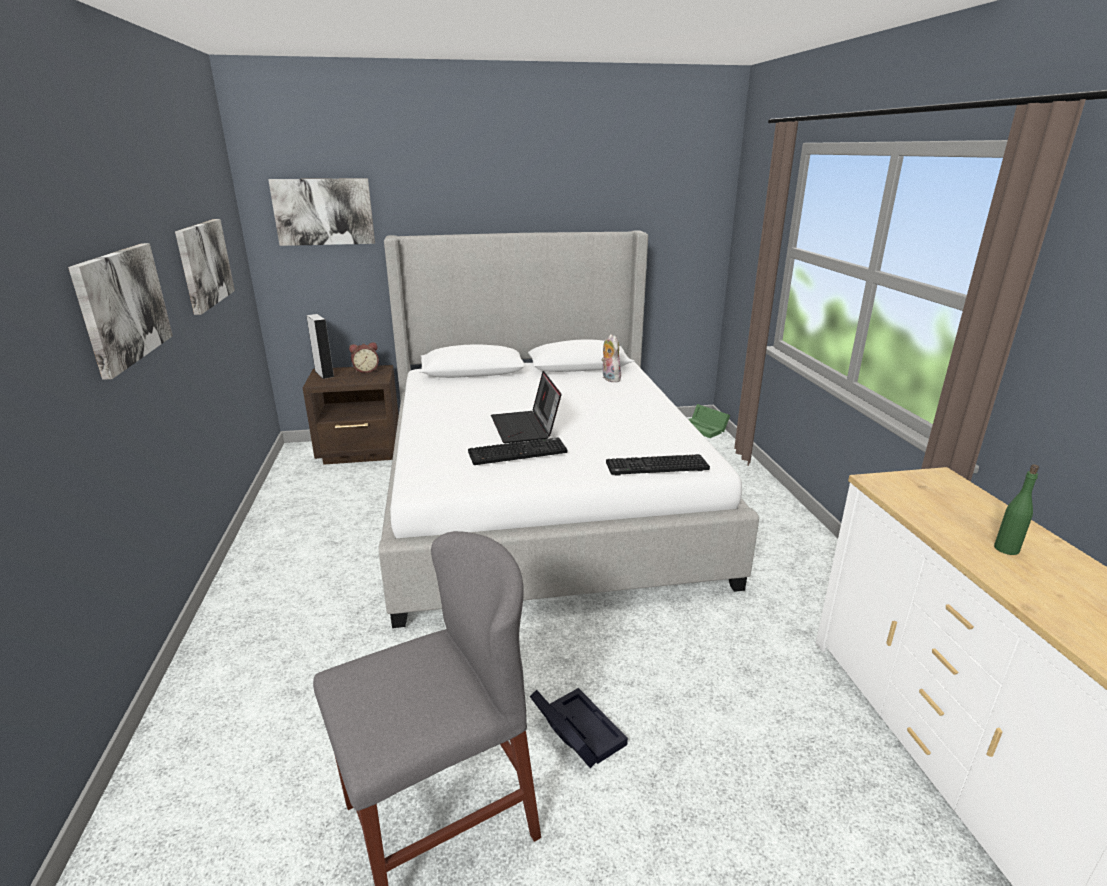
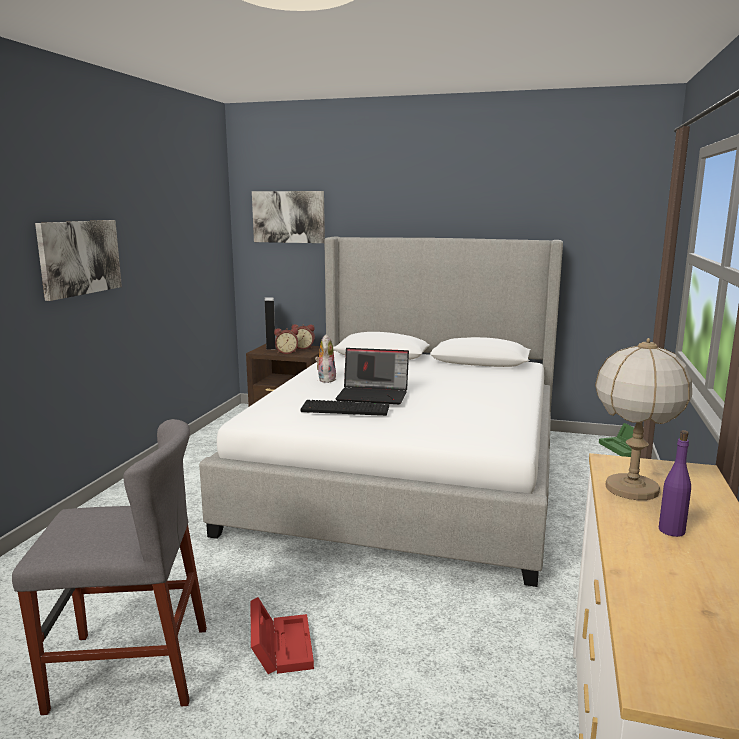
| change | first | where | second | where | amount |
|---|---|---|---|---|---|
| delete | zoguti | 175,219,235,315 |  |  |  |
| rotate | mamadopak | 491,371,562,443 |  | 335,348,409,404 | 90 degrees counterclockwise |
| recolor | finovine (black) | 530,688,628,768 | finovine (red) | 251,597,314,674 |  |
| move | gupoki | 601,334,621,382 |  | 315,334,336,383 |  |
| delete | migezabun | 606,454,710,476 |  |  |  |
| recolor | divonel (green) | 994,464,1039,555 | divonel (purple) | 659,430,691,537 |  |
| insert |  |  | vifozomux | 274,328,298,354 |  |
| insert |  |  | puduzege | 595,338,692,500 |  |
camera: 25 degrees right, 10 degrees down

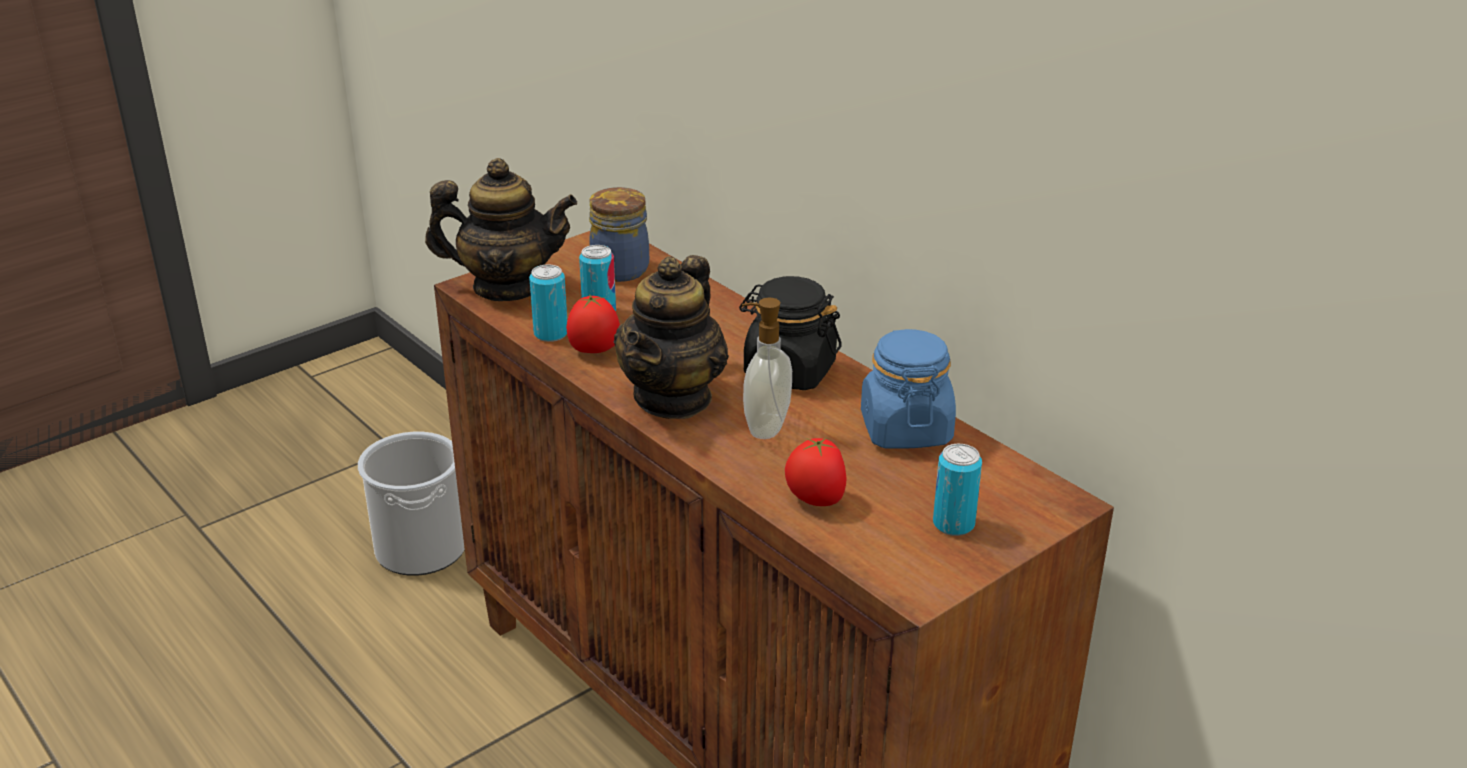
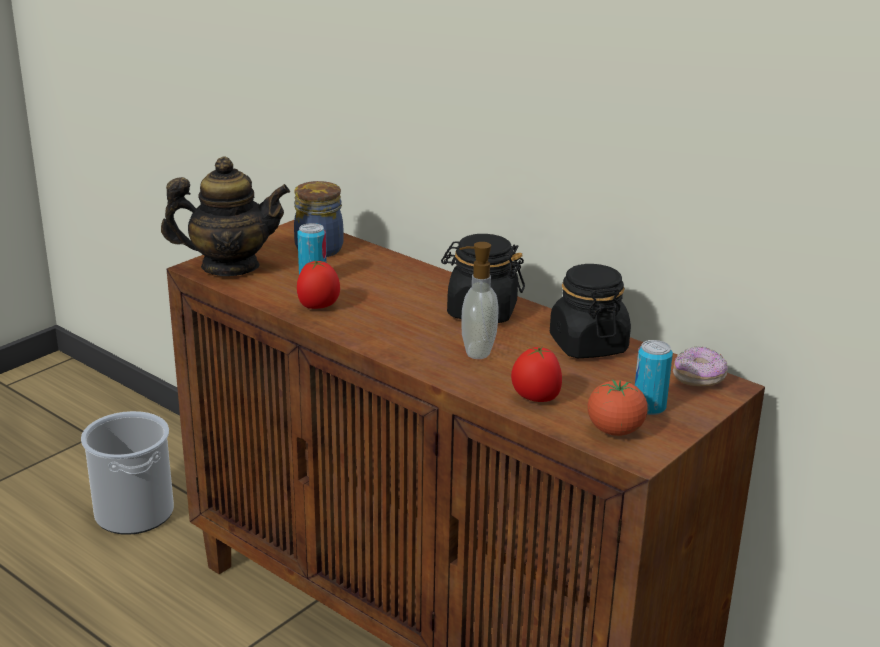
| change | first | where | second | where | amount |
|---|---|---|---|---|---|
| delete | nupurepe | 529,264,567,342 |  |  |  |
| delete | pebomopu | 614,255,729,419 |  |  |  |
| recolor | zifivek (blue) | 861,329,956,448 | zifivek (black) | 550,264,631,358 |  |
| insert |  |  | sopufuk | 588,379,648,436 |  |
| insert |  |  | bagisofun | 673,346,728,386 |  |
camera: 10 degrees left, 5 degrees down

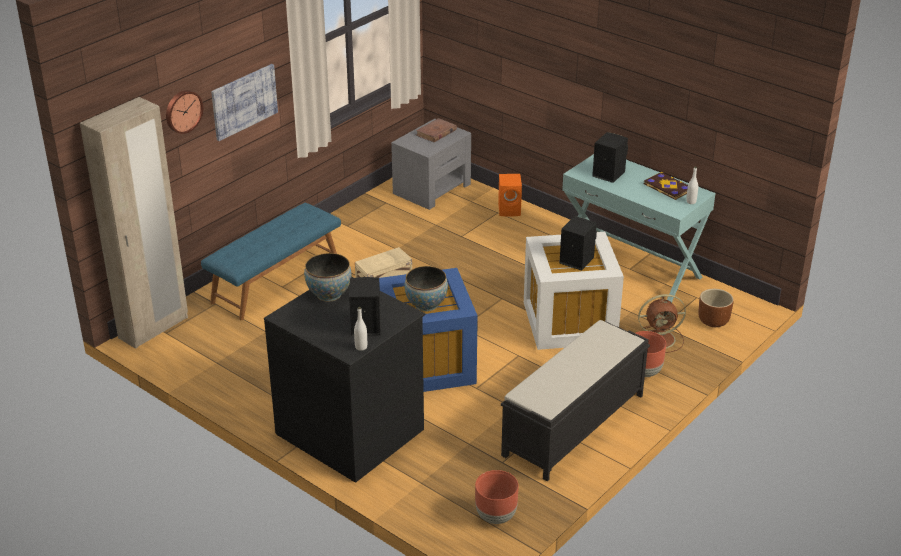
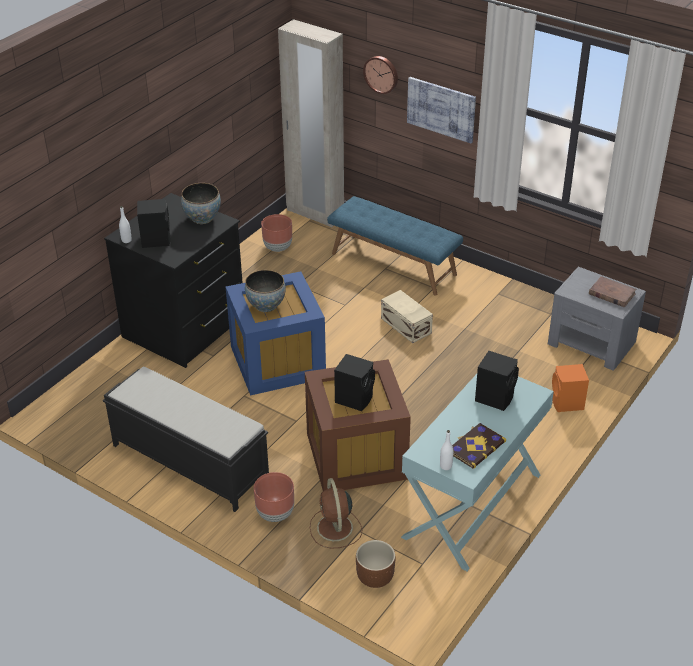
| change | first | where | second | where | amount |
|---|---|---|---|---|---|
| move | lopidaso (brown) | 475,470,519,524 |  | 261,214,292,252 |  |
| recolor | finovine (white) | 524,232,624,350 | finovine (brown) | 305,359,411,491 |  |
camera: 85 degrees right, 5 degrees up

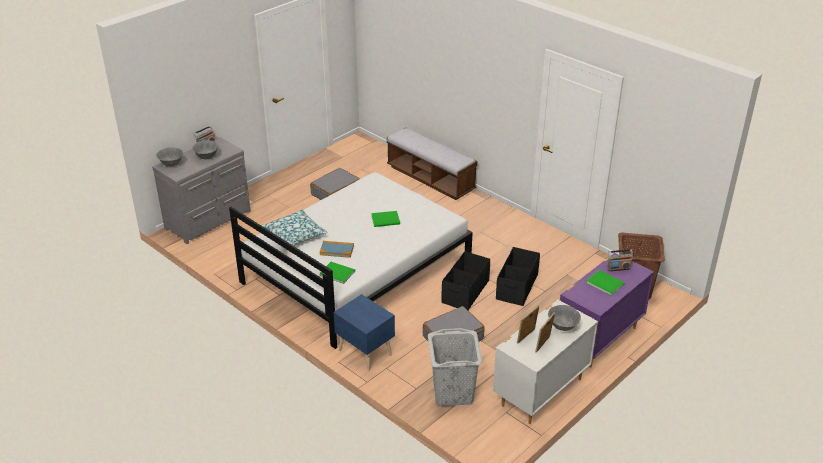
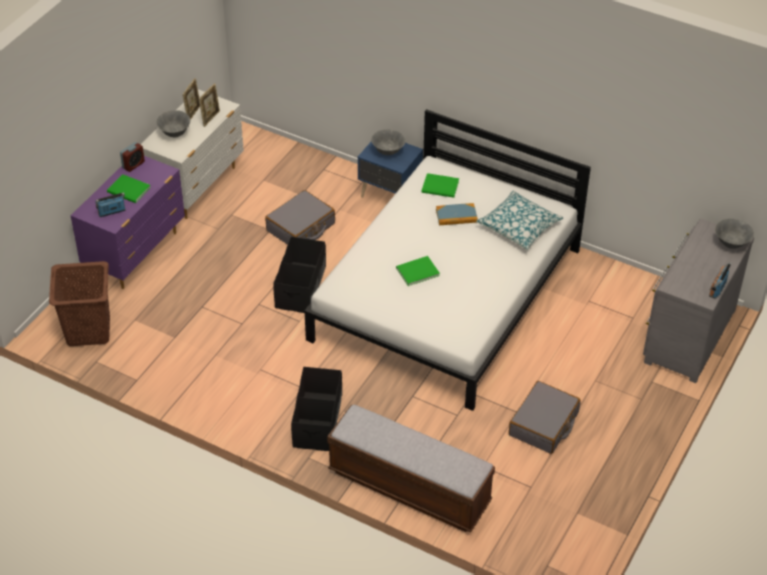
| change | first | where | second | where | amount |
|---|---|---|---|---|---|
| move | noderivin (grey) | 192,140,219,159 |  | 371,129,406,155 |  |
| delete | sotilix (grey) | 428,328,483,406 |  |  |  |
| move | finovine (black) | 496,247,540,306 |  | 291,367,342,451 |  |
| insert |  |  | vifozomux | 120,142,145,172 |  |
camera: 165 degrees right, 10 degrees up

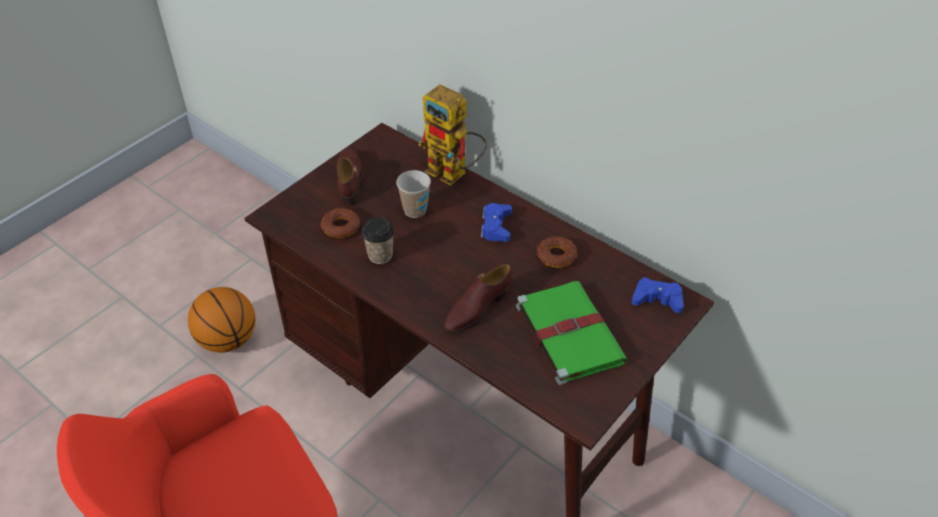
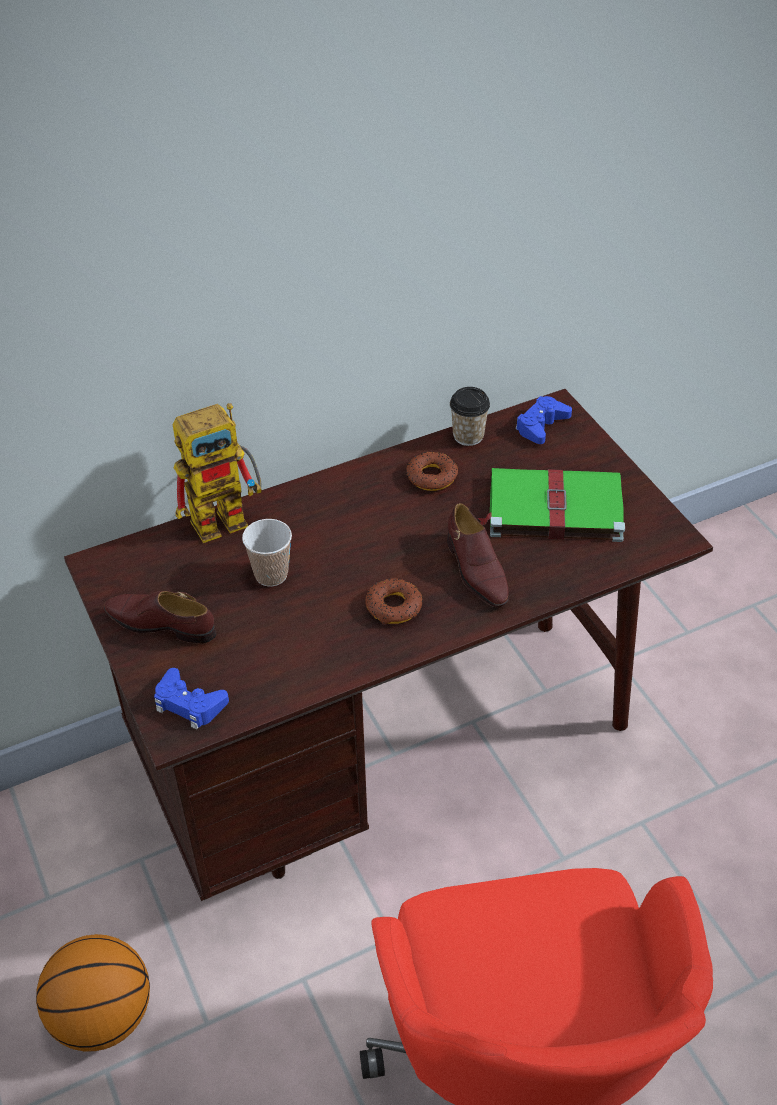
| change | first | where | second | where | amount |
|---|---|---|---|---|---|
| move | bagisofun | 320,208,360,238 |  | 365,578,422,624 |  |
| move | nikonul | 362,217,395,264 |  | 450,387,490,446 |  |
| move | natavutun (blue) | 481,203,512,242 |  | 154,668,229,730 |  |
camera: 65 degrees left, 0 degrees up

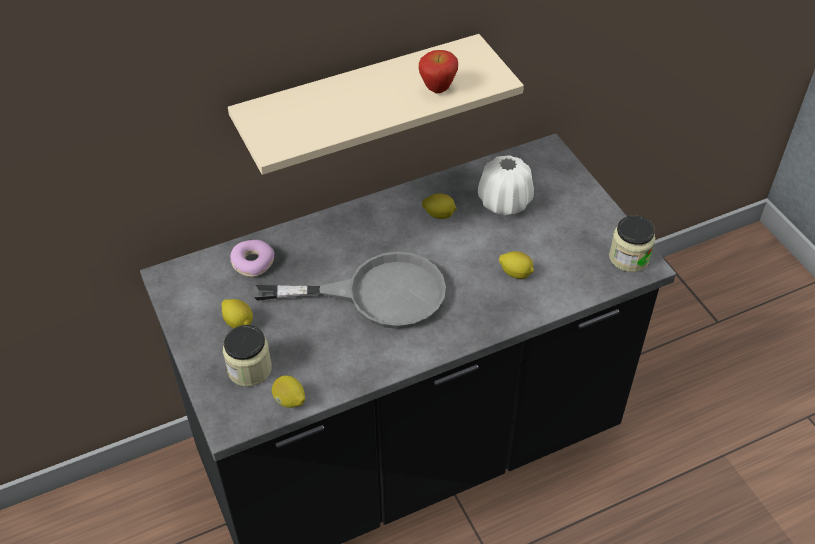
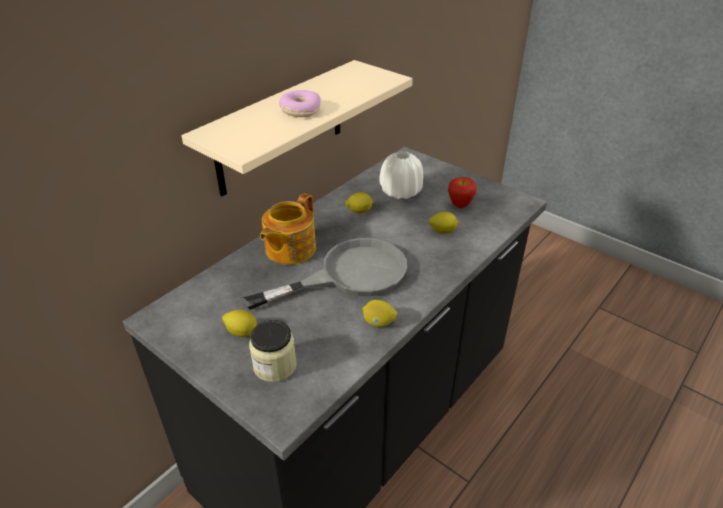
| change | first | where | second | where | amount |
|---|---|---|---|---|---|
| move | bagisofun | 230,240,274,277 |  | 279,90,321,117 |  |
| move | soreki | 272,375,305,408 |  | 362,300,398,327 |  |
| move | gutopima | 419,50,458,93 |  | 448,177,477,208 |  |
| delete | zifivek | 609,216,655,272 |  |  |  |
| insert |  |  | pebomopu | 260,193,316,265 |  |
camera: 25 degrees left, 10 degrees down

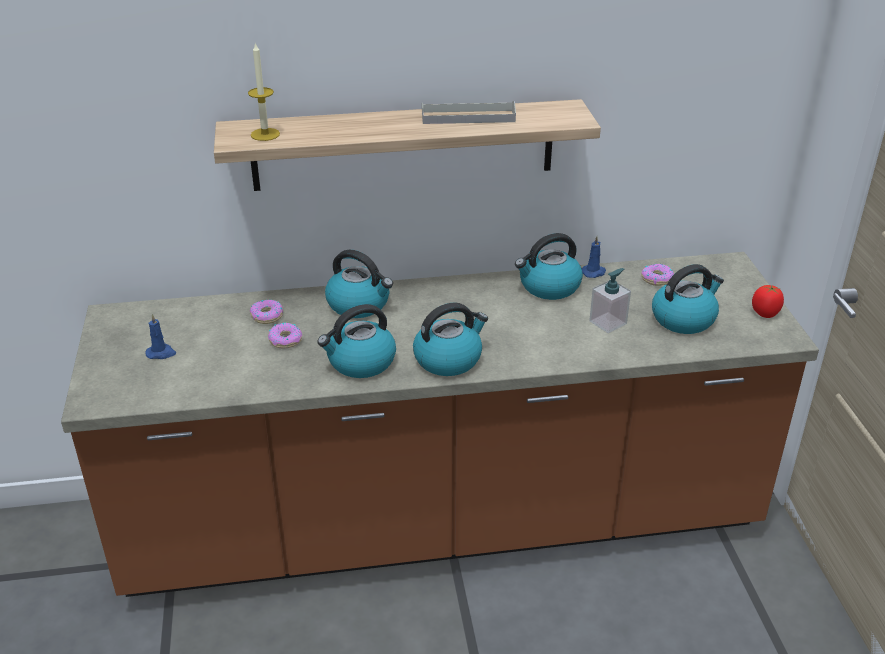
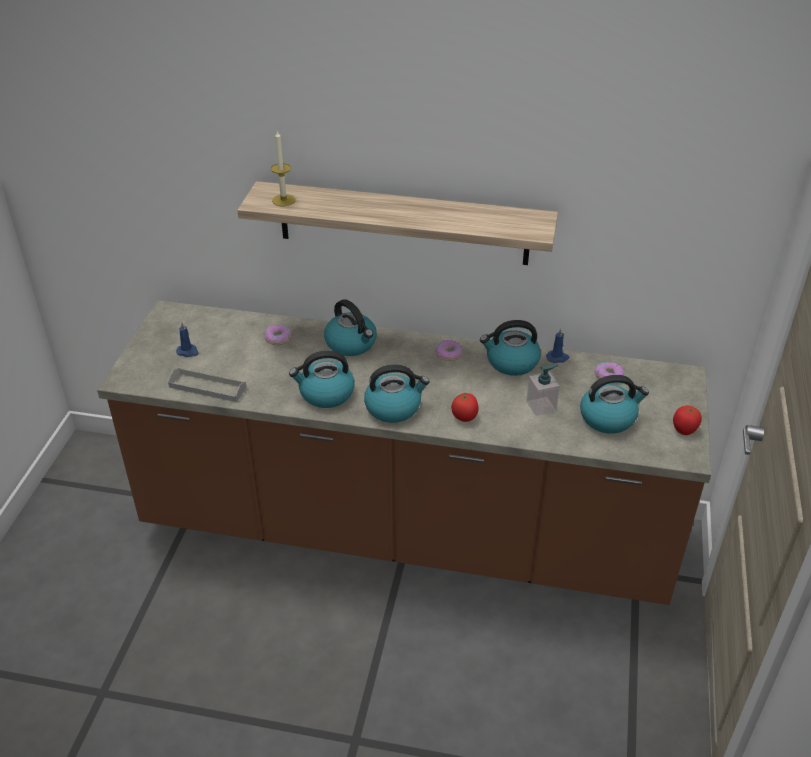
| change | first | where | second | where | amount |
|---|---|---|---|---|---|
| move | bagisofun | 268,323,302,348 |  | 436,340,462,361 |  |
| move | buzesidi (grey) | 422,101,516,124 |  | 168,368,247,402 |  |
| insert |  |  | sopufuk | 451,393,479,422 |  |
camera: 20 degrees right, 5 degrees up

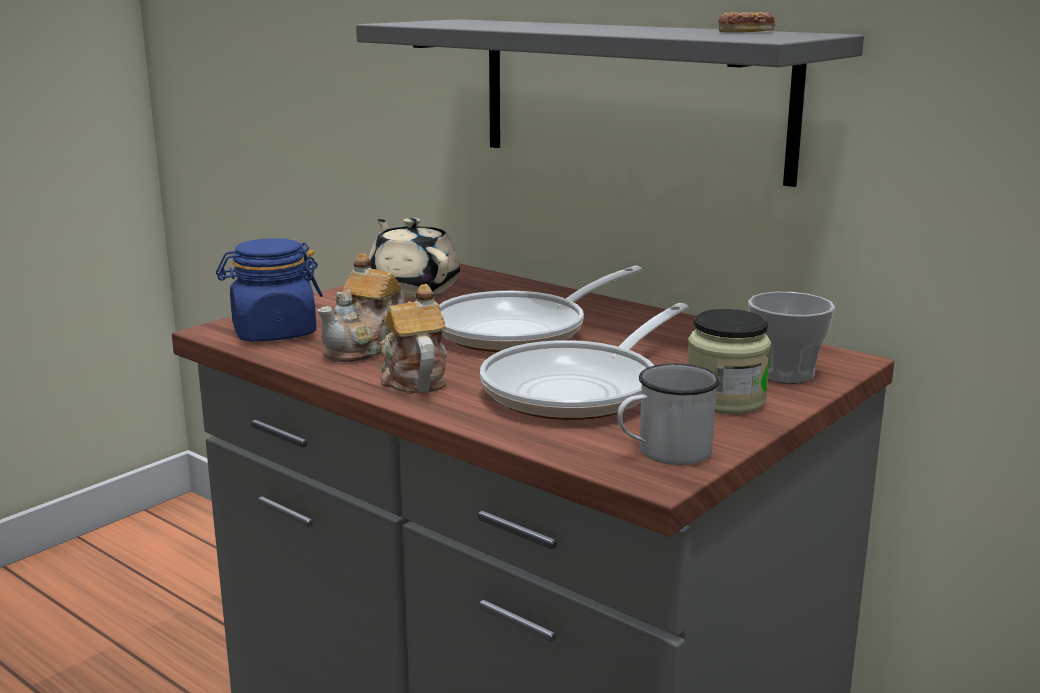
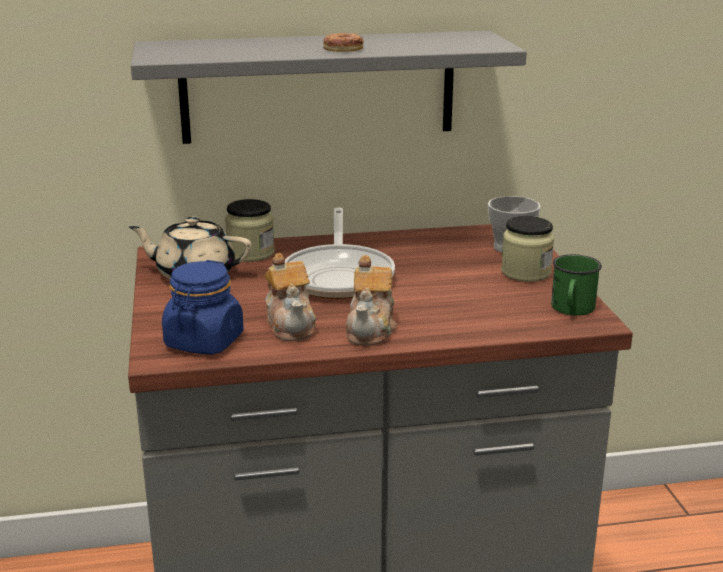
| change | first | where | second | where | amount |
|---|---|---|---|---|---|
| rotate | pebomopu | 380,284,447,393 |  | 346,255,397,346 | 105 degrees counterclockwise |
| delete | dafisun | 480,303,689,420 |  |  |  |
| recolor | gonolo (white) | 617,364,720,465 | gonolo (green) | 551,254,602,316 |  |
| move | bagisofun | 718,12,775,32 |  | 323,33,364,52 |  |
| insert |  |  | zifivek | 225,199,275,262 |  |
camera: 50 degrees left, 5 degrees up

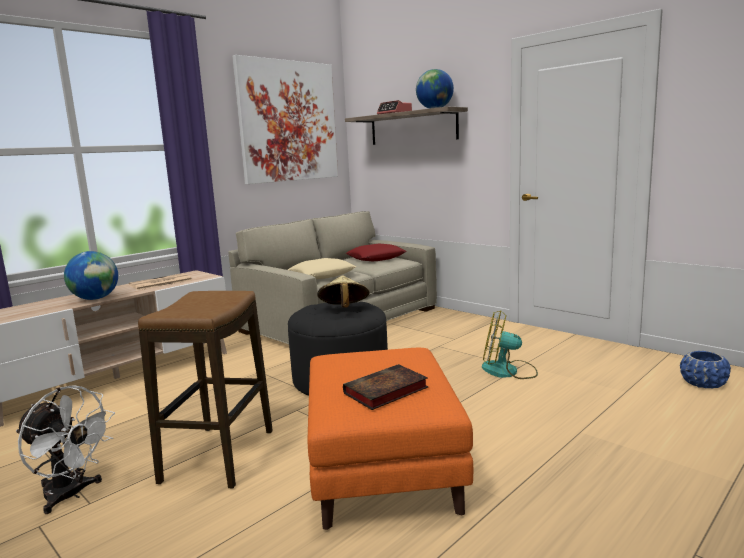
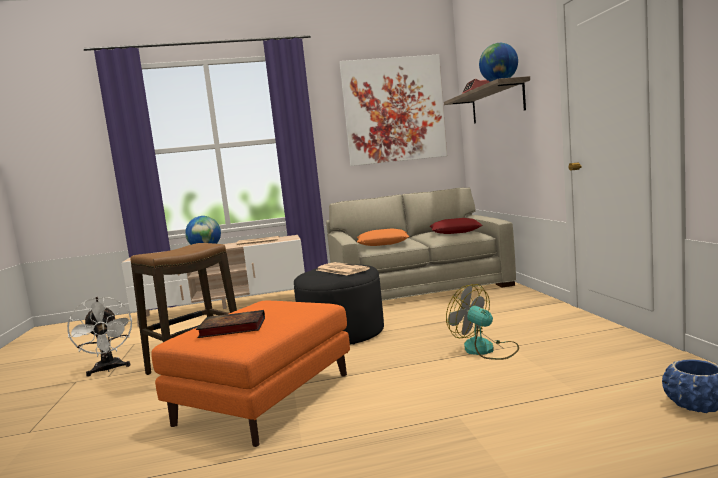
| change | first | where | second | where | amount |
|---|---|---|---|---|---|
| recolor | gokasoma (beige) | 288,258,356,279 | gokasoma (orange) | 357,228,410,246 |  |
| replace | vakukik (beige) | 317,275,370,308 | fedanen | 317,262,370,275 |  |
camera: 35 degrees right, 5 degrees down

